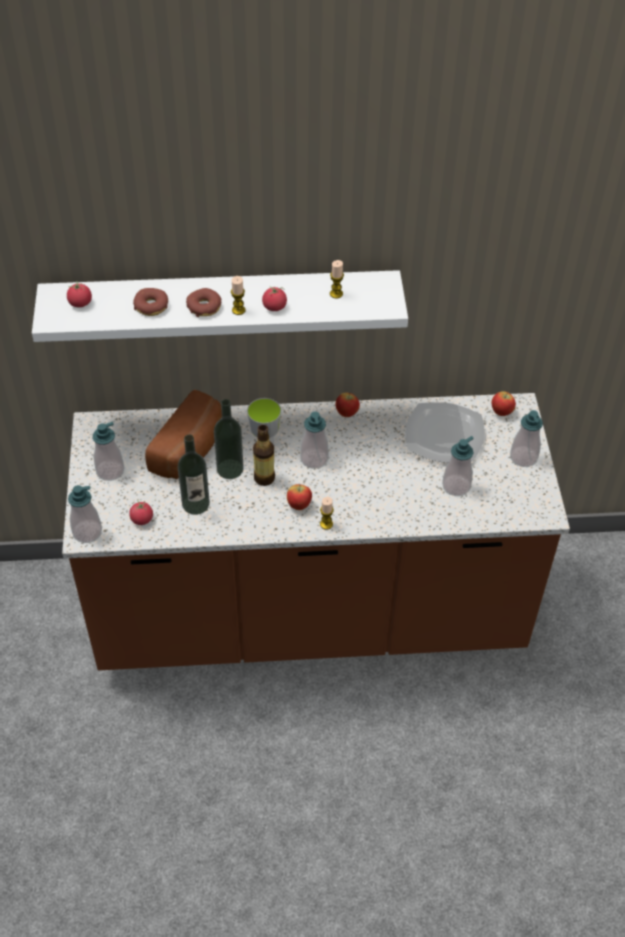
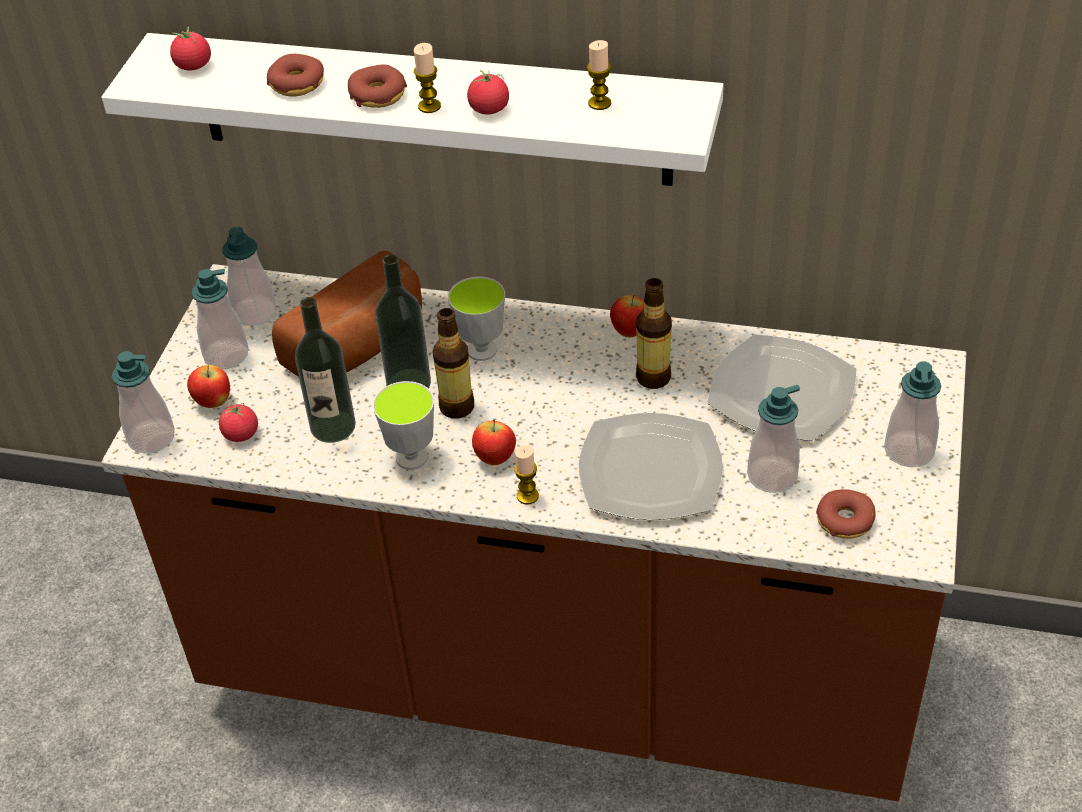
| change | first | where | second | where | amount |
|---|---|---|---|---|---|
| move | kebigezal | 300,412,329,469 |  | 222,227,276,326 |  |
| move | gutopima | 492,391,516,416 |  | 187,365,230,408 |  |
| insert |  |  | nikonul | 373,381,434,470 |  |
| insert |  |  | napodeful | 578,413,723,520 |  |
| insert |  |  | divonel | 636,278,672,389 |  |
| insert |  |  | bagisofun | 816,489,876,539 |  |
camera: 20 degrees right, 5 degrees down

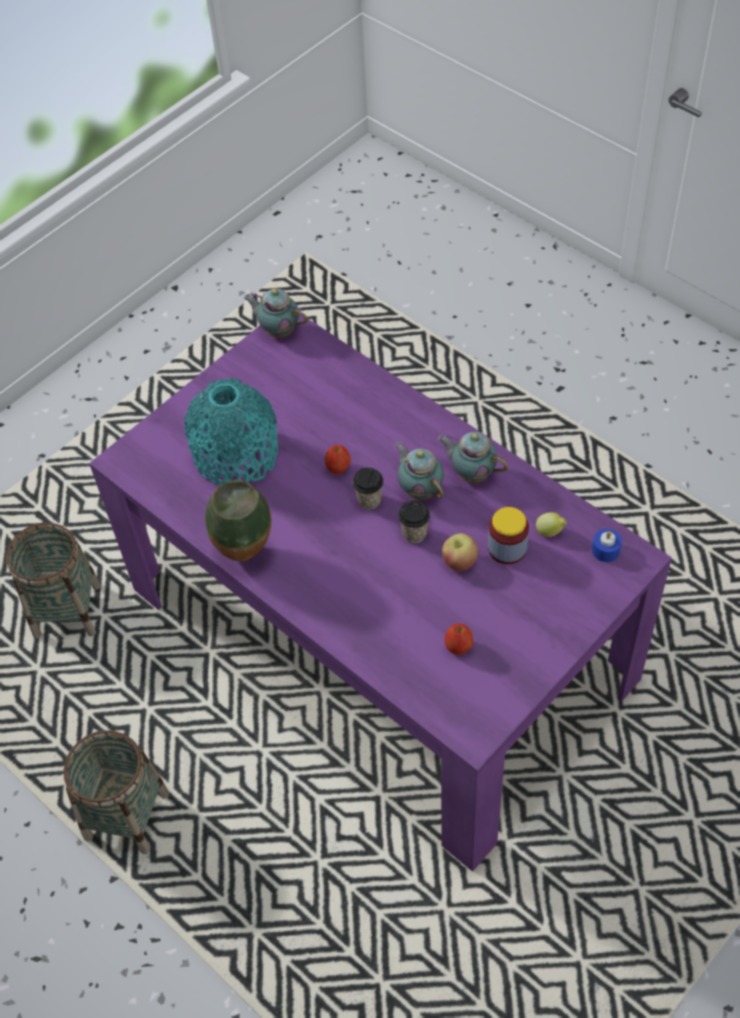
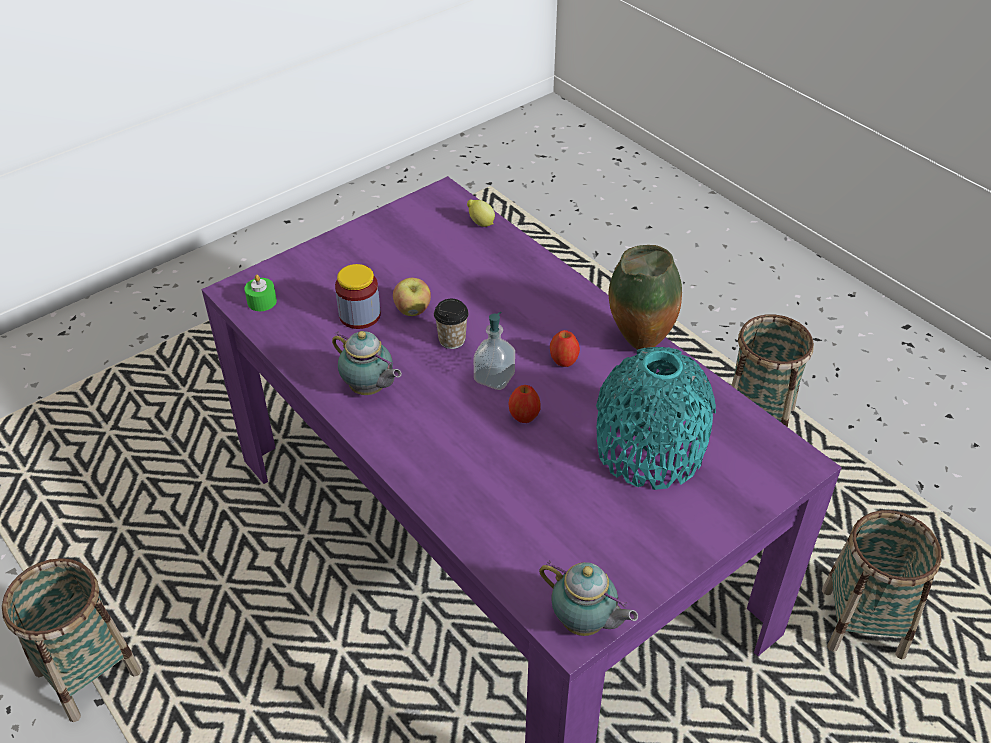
| change | first | where | second | where | amount |
|---|---|---|---|---|---|
| replace | nikonul | 352,467,383,510 | kebigezal | 474,312,515,390 |  |
| delete | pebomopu | 395,442,444,500 |  |  |  |
| move | gutopima | 445,623,473,655 |  | 550,330,580,367 |  |
| move | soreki | 536,512,567,537 |  | 467,199,495,227 |  |
| recolor | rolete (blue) | 592,529,622,562 | rolete (green) | 244,275,277,311 |  |
| insert |  |  | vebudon | 2,558,141,722 |  |
camera: 175 degrees left, 10 degrees down

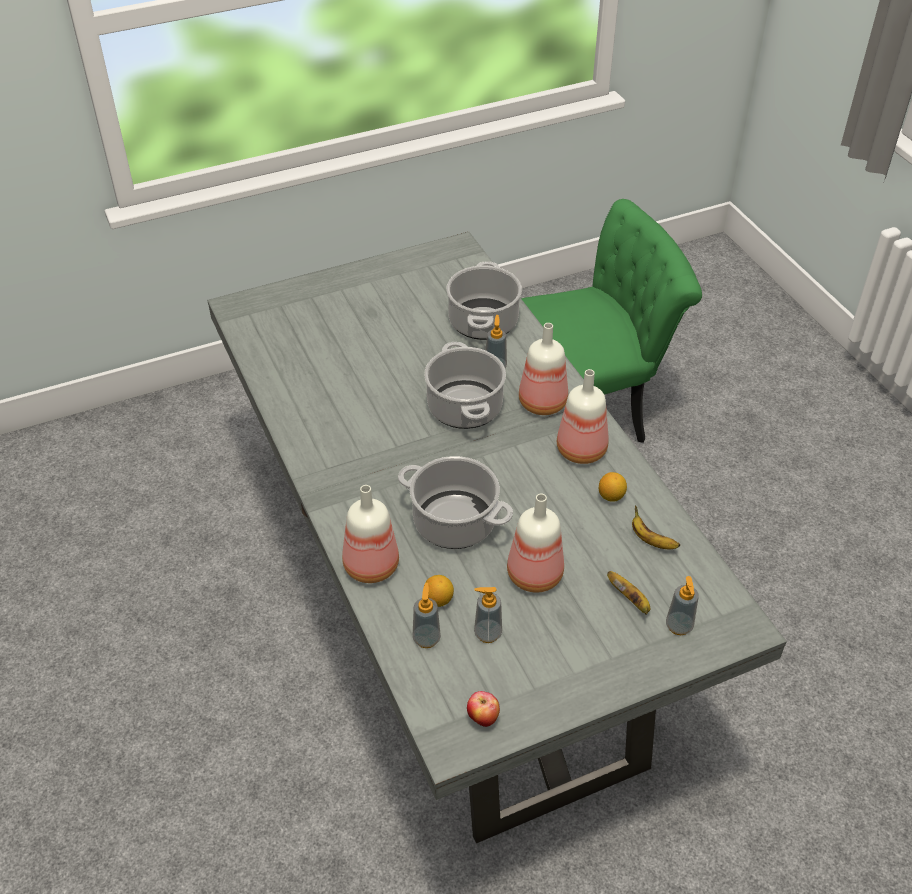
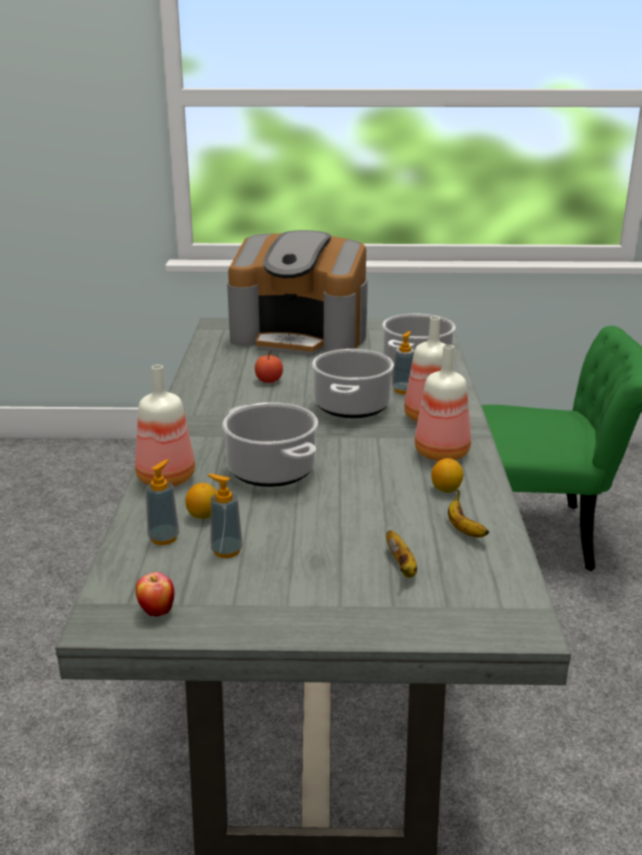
| change | first | where | second | where | amount |
|---|---|---|---|---|---|
| delete | divonel | 507,494,564,592 |  |  |  |
| delete | kebigezal | 666,576,699,635 |  |  |  |
| insert |  |  | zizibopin | 227,230,368,356 |  |
| insert |  |  | gutopima | 255,350,283,383 |  |
camera: 25 degrees right, 20 degrees down

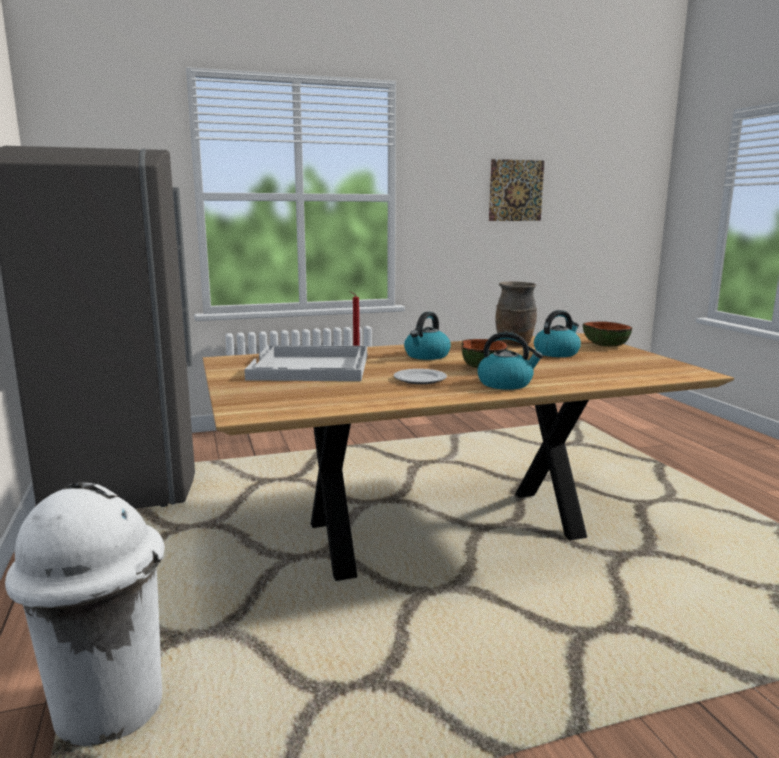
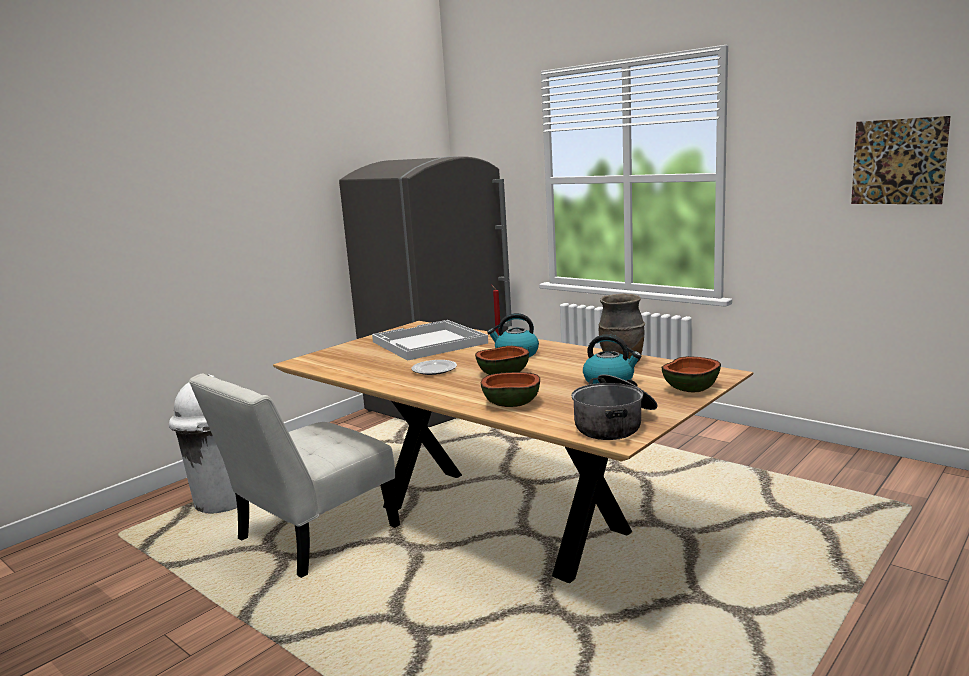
| change | first | where | second | where | amount |
|---|---|---|---|---|---|
| delete | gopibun | 477,332,543,390 |  |  |  |
| insert |  |  | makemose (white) | 189,374,400,578 |  |
| insert |  |  | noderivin | 481,372,540,407 |  |
| insert |  |  | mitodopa | 571,374,658,440 |  |
camera: 60 degrees right, 0 degrees up

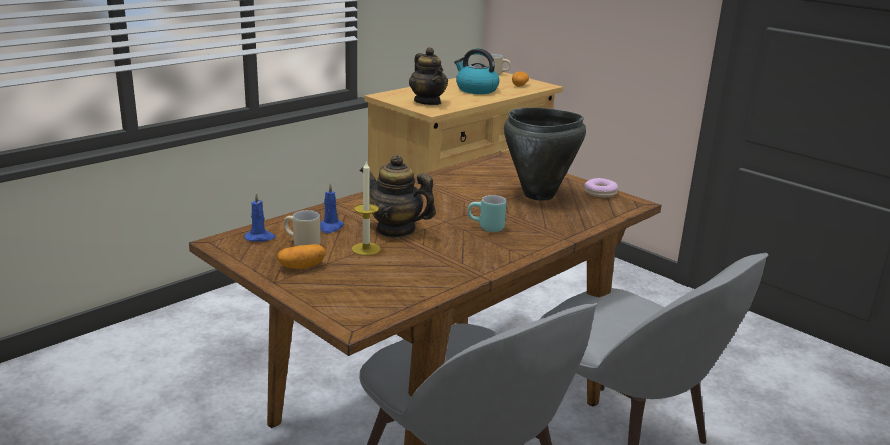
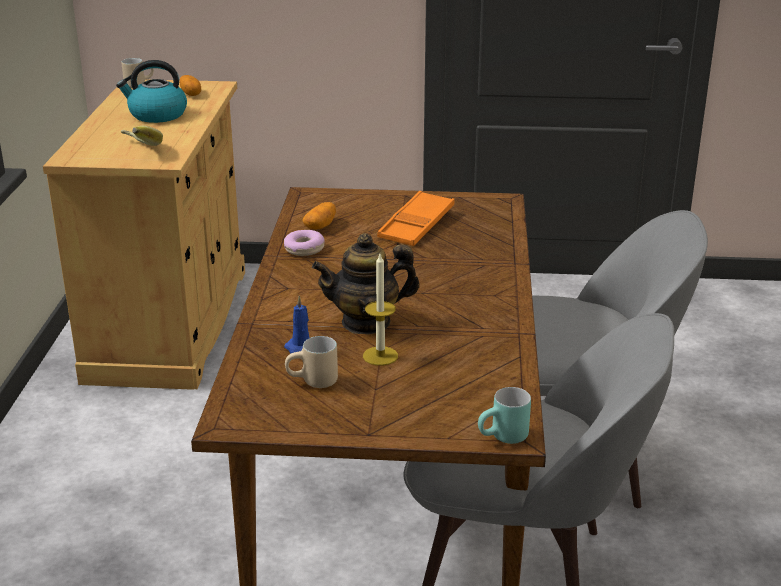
| change | first | where | second | where | amount |
|---|---|---|---|---|---|
| delete | rolete (blue) | 245,192,276,242 |  |  |  |
| move | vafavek | 277,244,326,269 |  | 302,202,336,230 |  |
| replace | pebomopu | 409,47,448,105 | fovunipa | 121,126,163,146 |  |
| move | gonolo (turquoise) | 468,195,506,232 |  | 478,387,531,444 |  |
| replace | mitodopa (black) | 504,107,586,201 | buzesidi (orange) | 377,191,454,246 |  |
| move | bagisofun | 584,178,618,198 |  | 284,230,325,256 |  |
camera: 40 degrees left, 5 degrees up

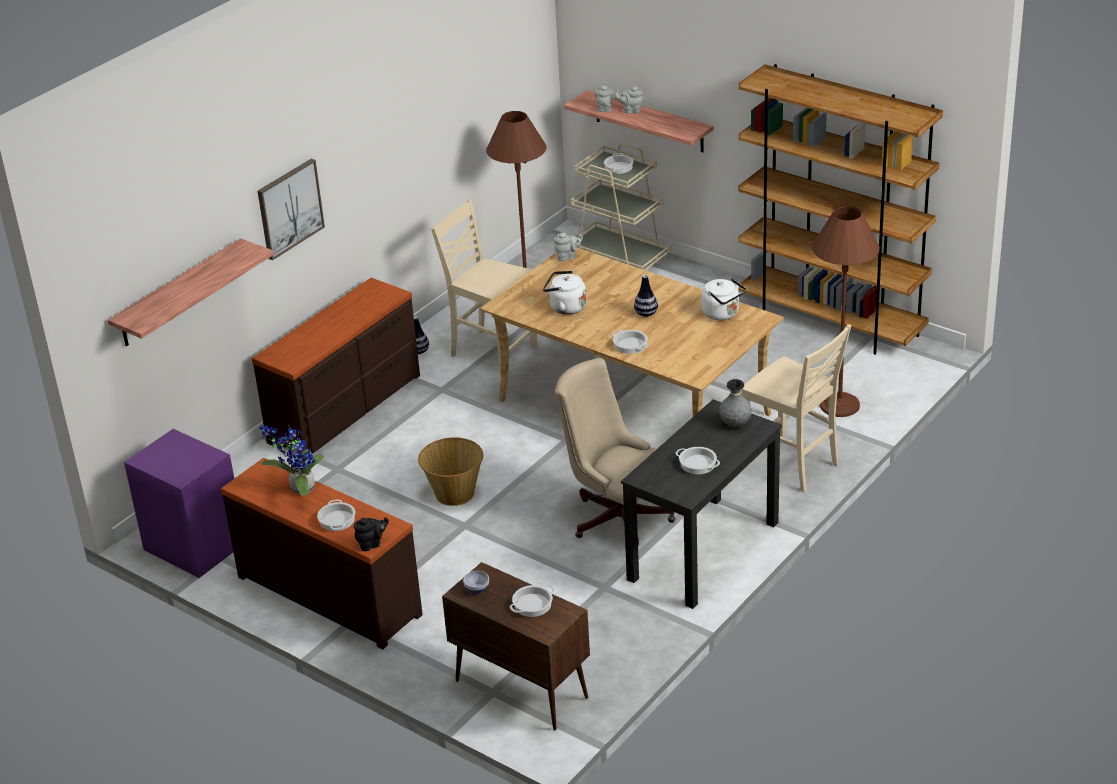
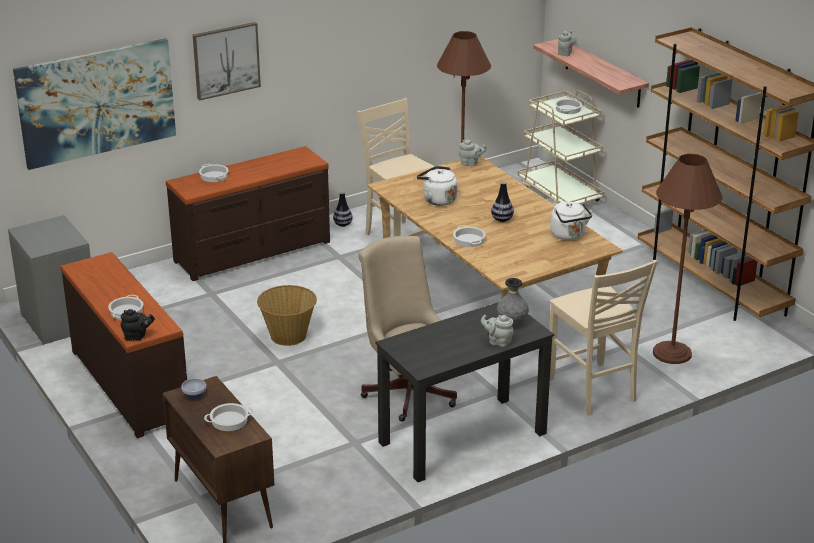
| change | first | where | second | where | amount |
|---|---|---|---|---|---|
| replace | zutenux | 108,238,274,346 | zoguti | 13,38,176,170 |  |
| recolor | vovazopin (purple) | 124,429,234,578 | vovazopin (grey) | 8,215,91,345 |  |
| delete | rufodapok | 260,425,324,496 |  |  |  |
| move | pebomopu (grey) | 615,86,644,114 |  | 481,315,514,347 |  |
| move | mitodopa | 675,447,720,474 |  | 199,164,229,182 |  |
camera: 20 degrees right, 5 degrees down

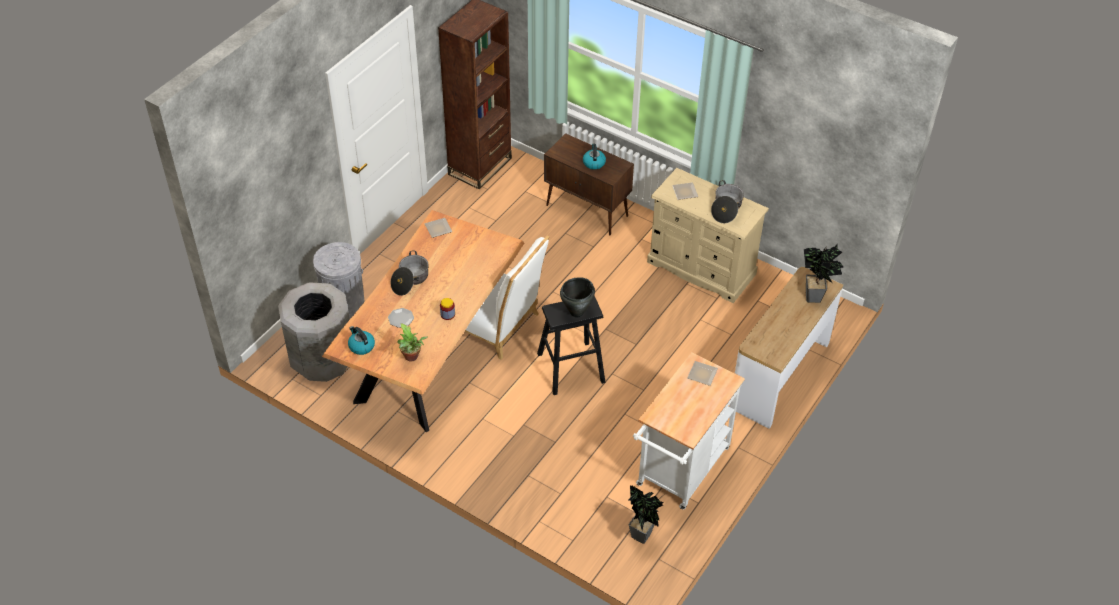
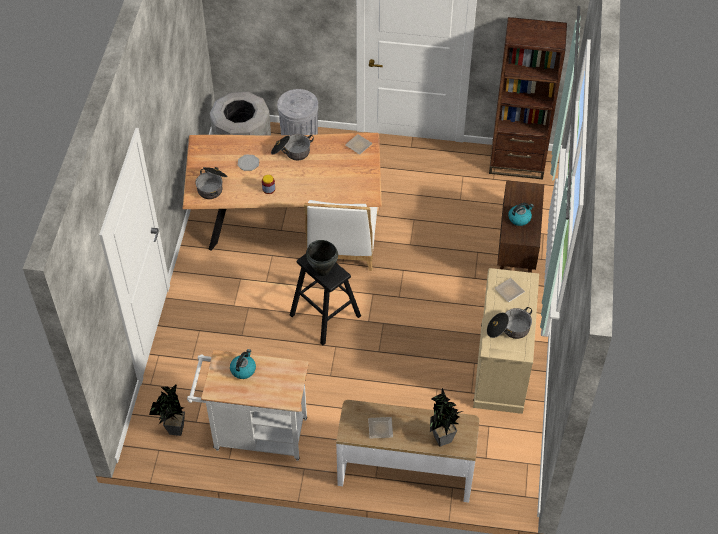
| change | first | where | second | where | amount |
|---|---|---|---|---|---|
| move | gopibun | 348,326,375,355 |  | 230,349,256,379 |  |
| replace | rufodapok | 397,324,428,362 | mitodopa | 195,167,228,199 |  |
| move | napodeful | 687,361,718,386 |  | 368,417,393,439 |  |
camera: 65 degrees right, 5 degrees up

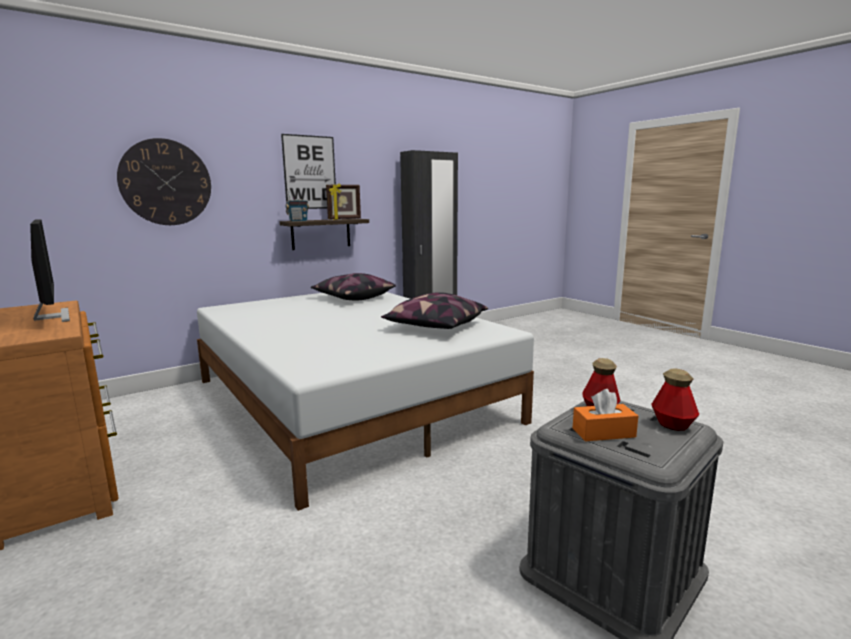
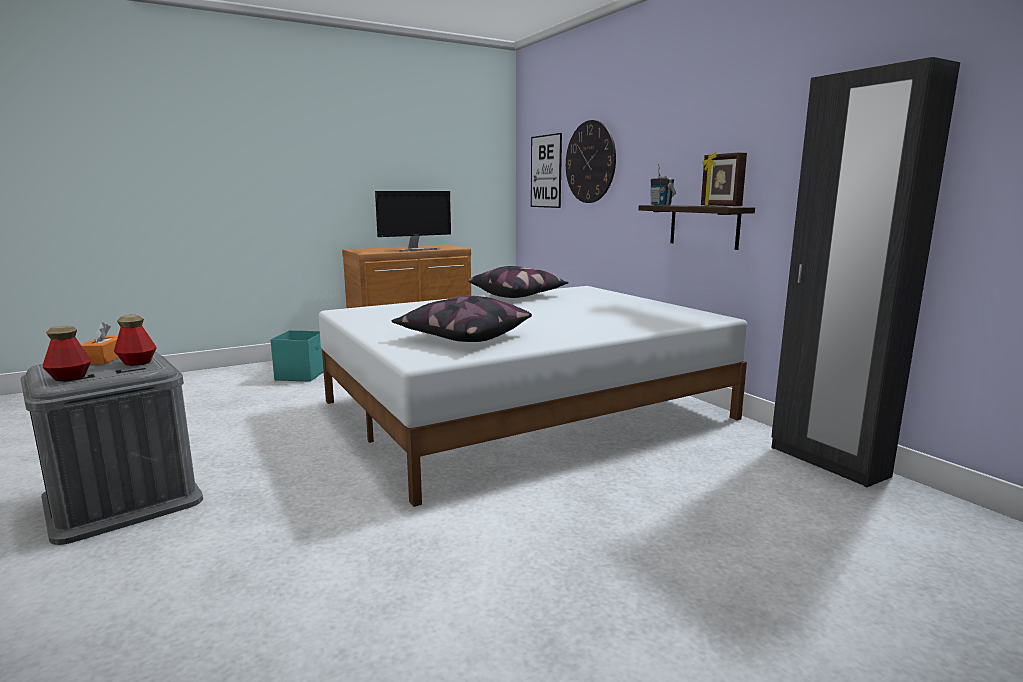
| change | first | where | second | where | amount |
|---|---|---|---|---|---|
| move | zoguti | 281,134,336,209 |  | 531,133,562,208 |  |
| move | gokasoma | 311,273,396,300 |  | 468,266,569,298 |  |
| insert |  |  | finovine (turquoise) | 270,330,324,382 |  |
camera: 95 degrees right, 0 degrees up

